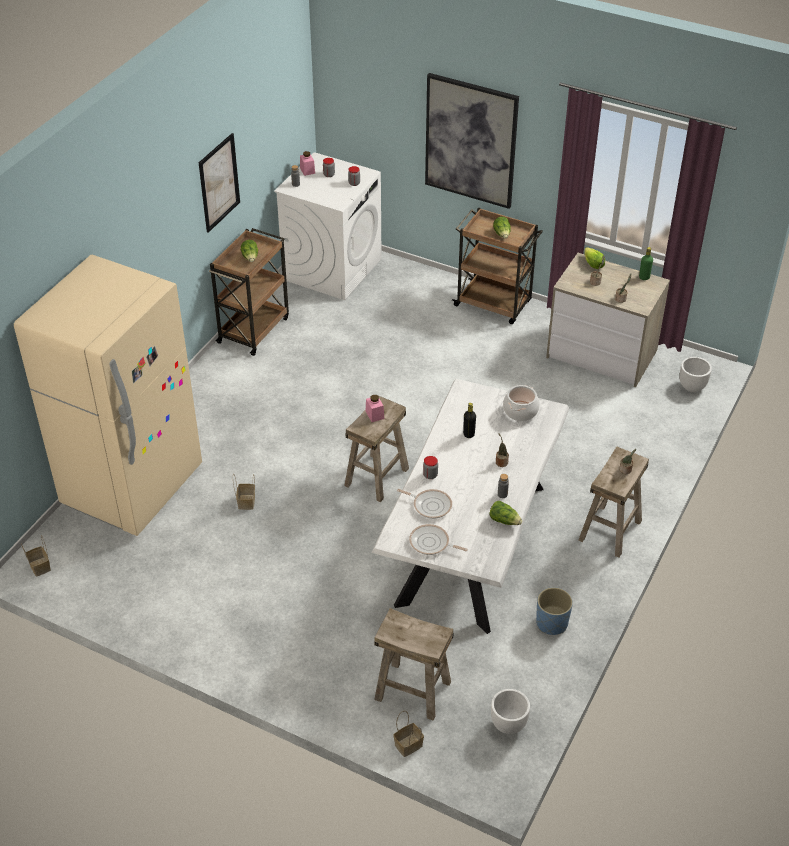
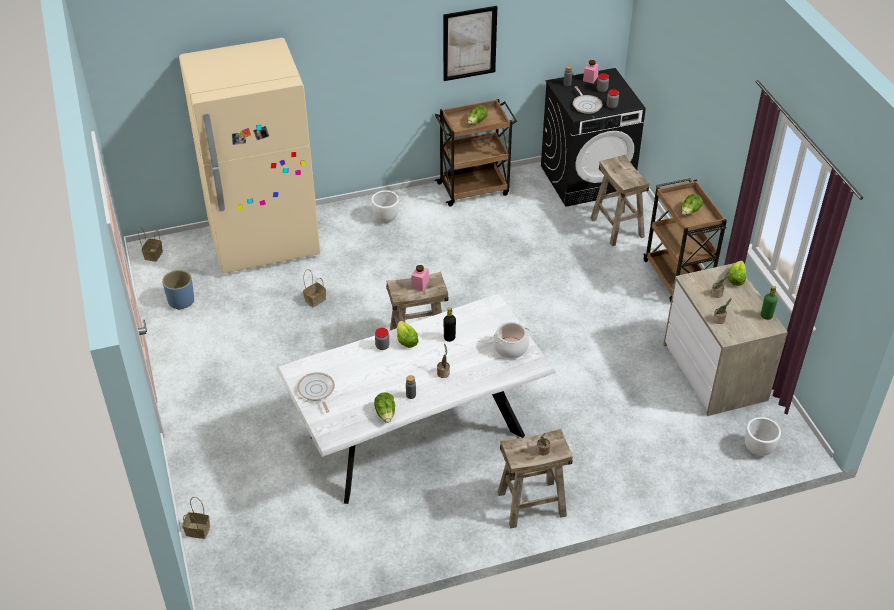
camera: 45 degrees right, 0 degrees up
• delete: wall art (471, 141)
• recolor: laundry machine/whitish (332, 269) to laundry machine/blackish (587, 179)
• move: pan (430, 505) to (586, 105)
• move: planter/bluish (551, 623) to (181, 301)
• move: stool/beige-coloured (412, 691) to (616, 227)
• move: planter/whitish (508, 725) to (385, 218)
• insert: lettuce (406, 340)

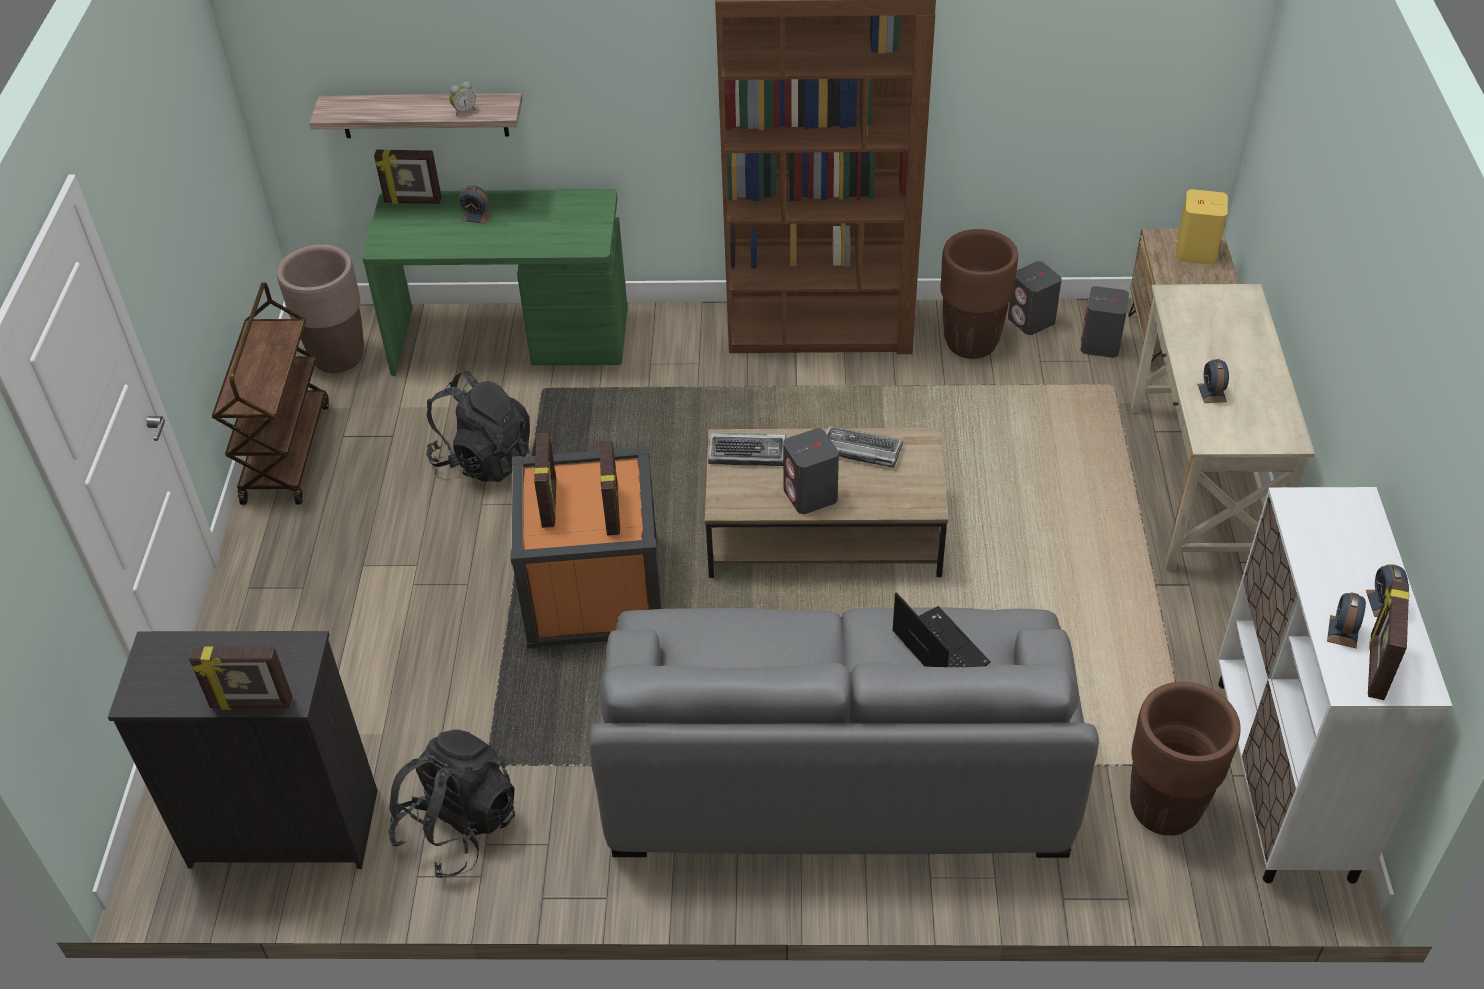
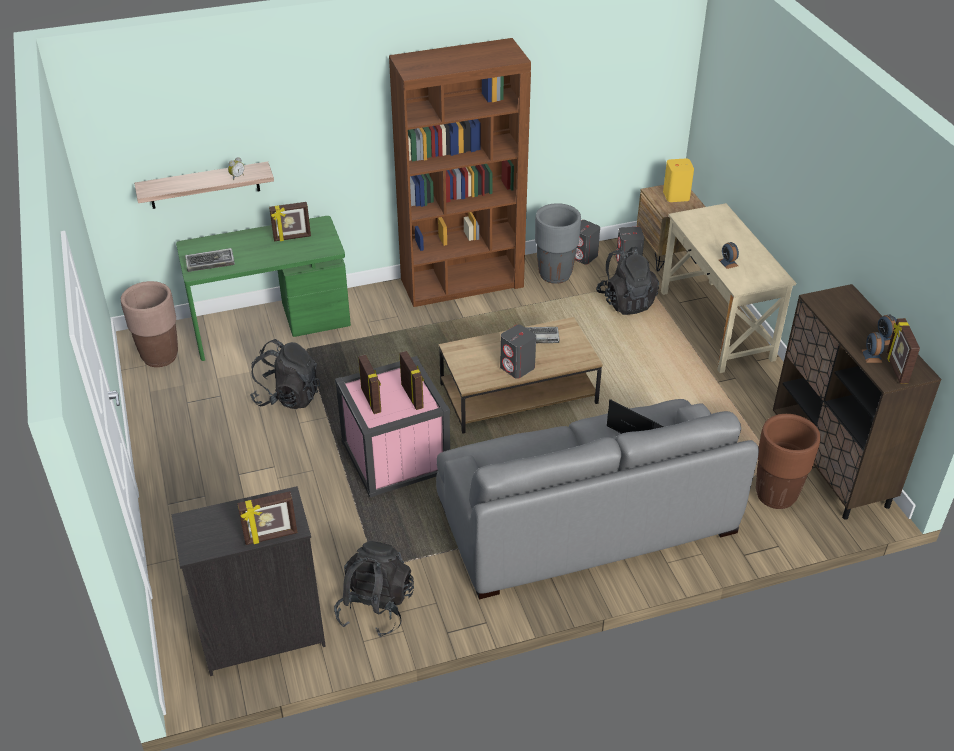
camera: 20 degrees left, 5 degrees down
• move: photo frame (413, 201) to (292, 238)
• delete: bedside clock (476, 216)
• recolor: planter/brownish (971, 343) to planter/greyish (555, 275)
• delete: cart/brownish (285, 452)
• move: keyboard (748, 453) to (211, 262)
• recolor: storage bin/orangey (593, 591) to storage bin/pinkish (395, 456)
• recolor: cupboard/whitish (1284, 778) to cupboard/brownish (830, 465)
• insert: backpack/blackish (626, 302)

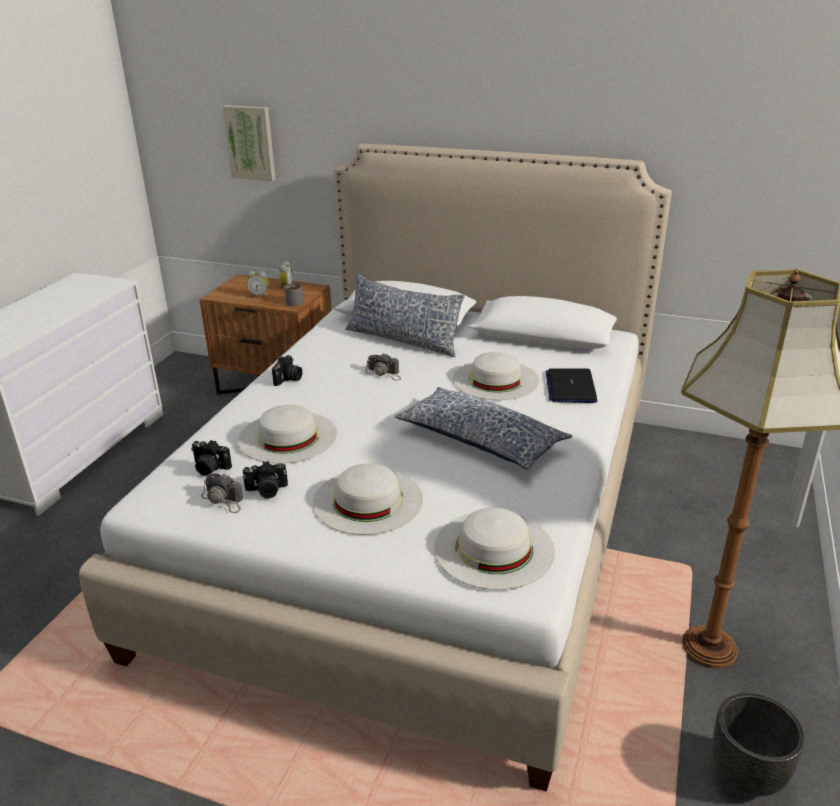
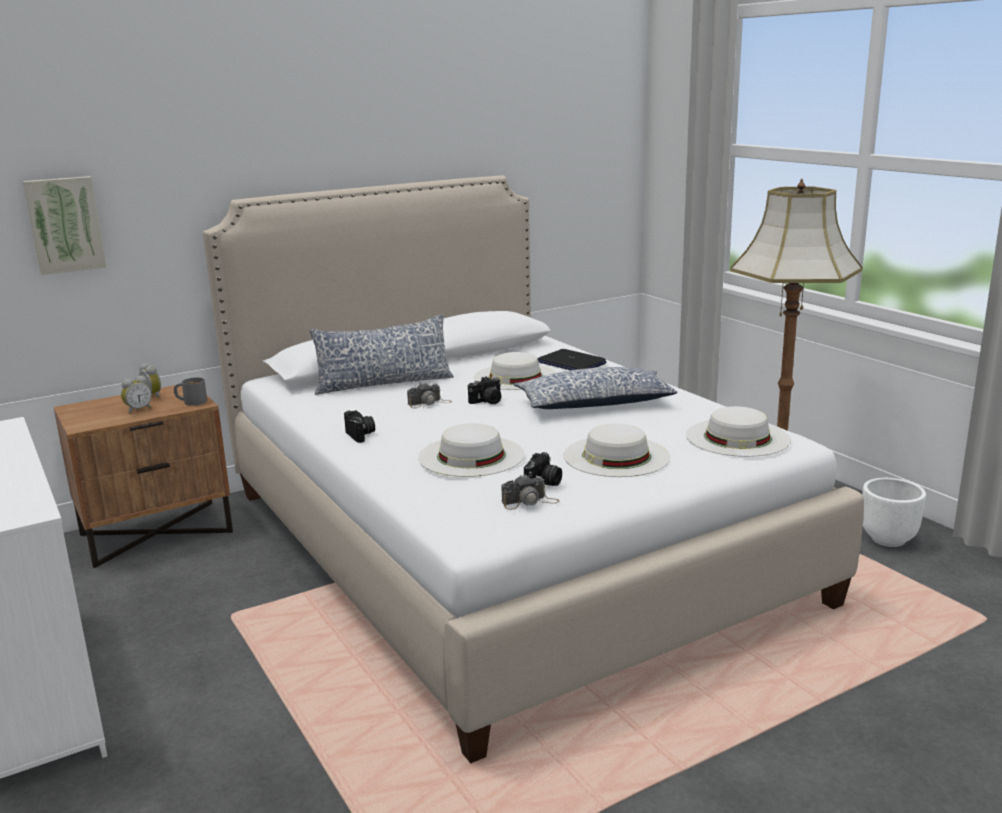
camera: 50 degrees left, 10 degrees down
• move: photo camera (209, 468) to (487, 402)
• recolor: planter/blackish (747, 777) to planter/whitish (889, 540)

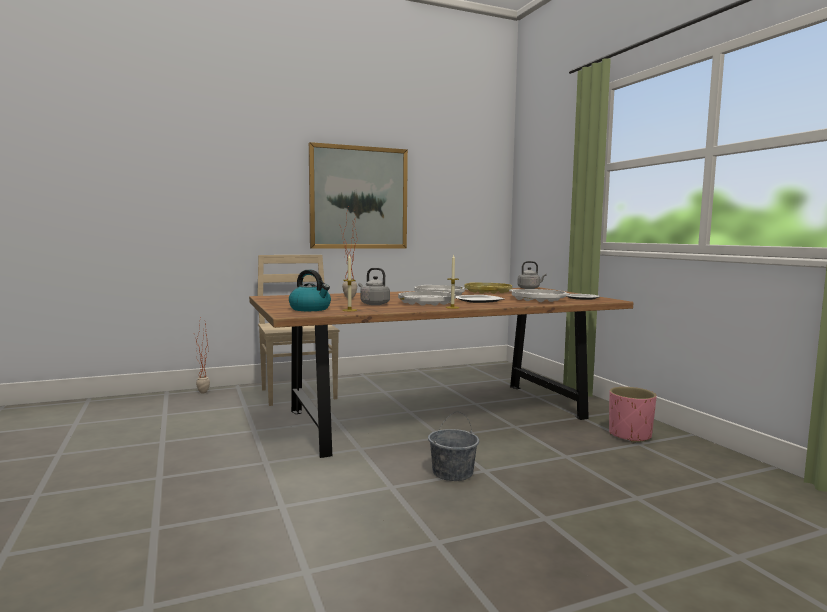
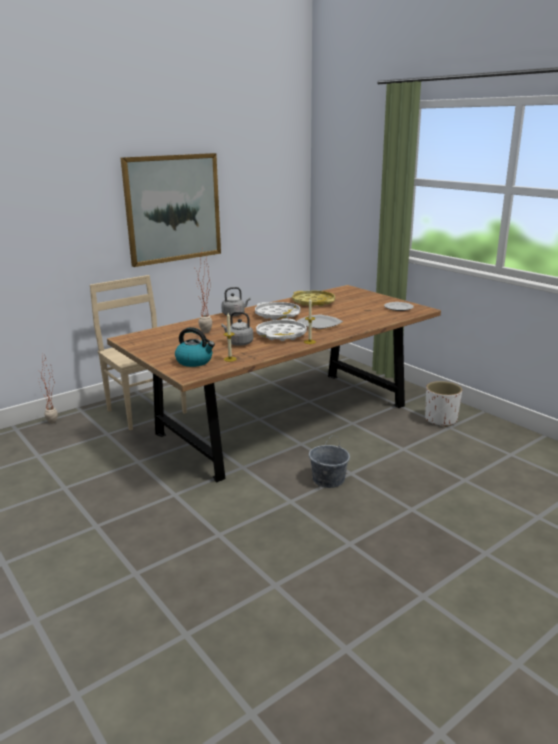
camera: 15 degrees left, 15 degrees up
• move: kettle/greyish (529, 288) to (234, 314)
• delete: serving tray/whitish (538, 299)
• recolor: planter/pinkish (630, 435) to planter/whitish (441, 420)

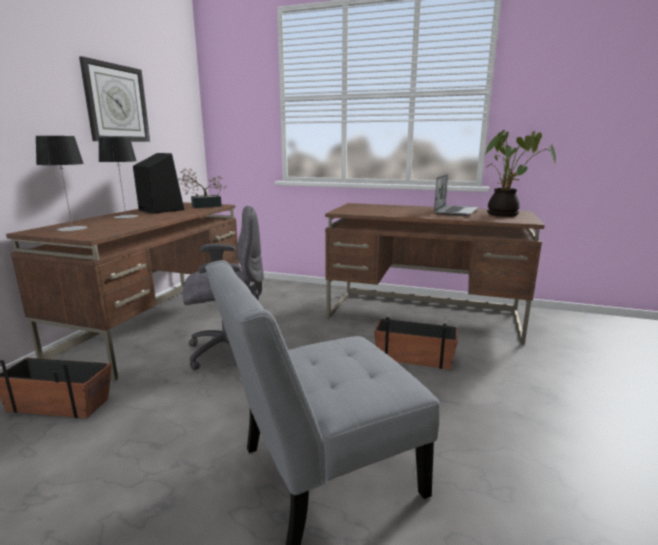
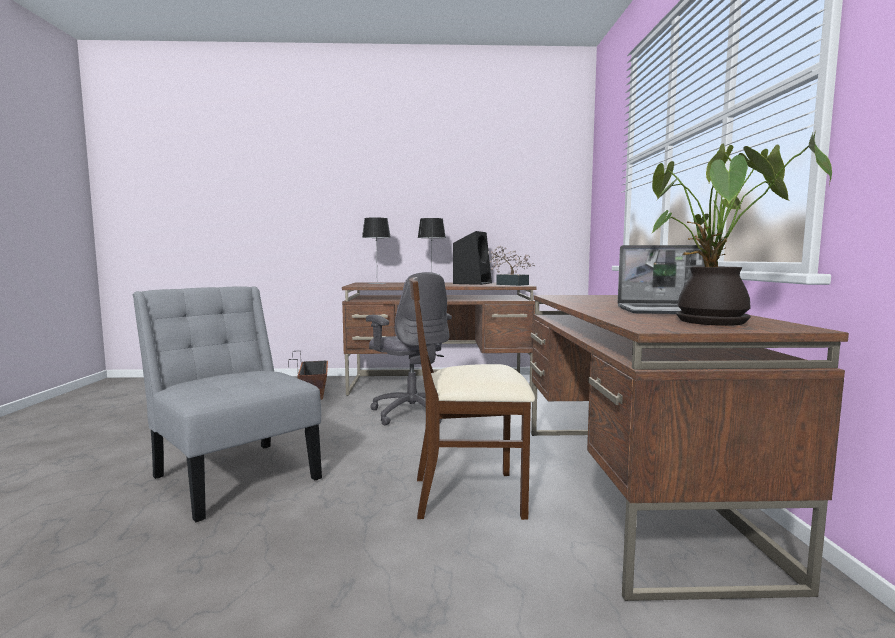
camera: 70 degrees right, 10 degrees down
• delete: clock on the wall (116, 103)
• replace: planter (414, 357) to chair/beige-coloured (470, 495)

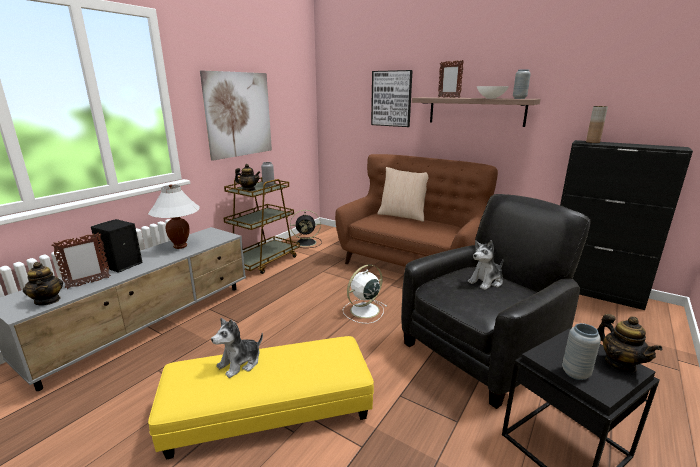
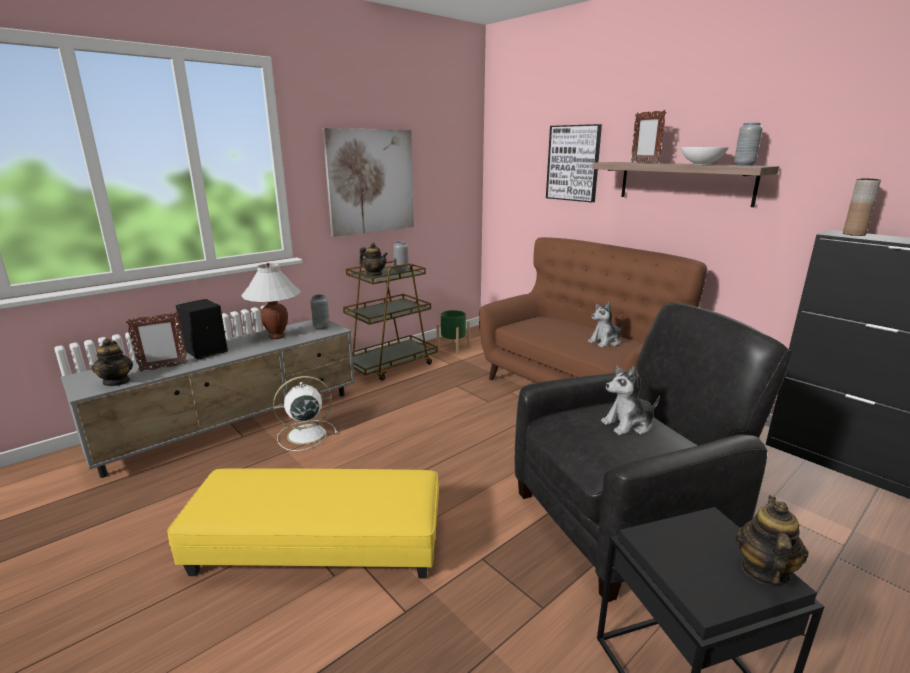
camera: 15 degrees right, 0 degrees up
• delete: pillow/beige-coloured (403, 215)
• replace: fan/blackish (307, 242) to planter/greenish (453, 347)
• move: fan/whitish (363, 311) to (304, 435)
• rotate: tea pot (620, 364) = (763, 571) 150 degrees counterclockwise
• move: plush toy (240, 363) to (605, 342)
• move: flower vase/greyish (575, 373) to (321, 327)

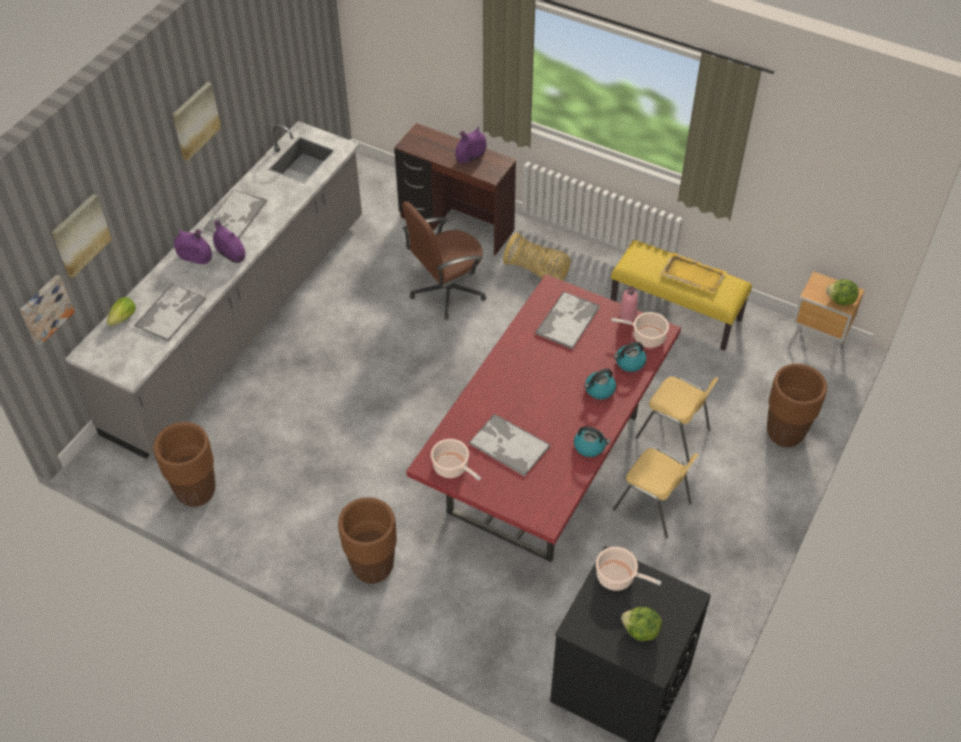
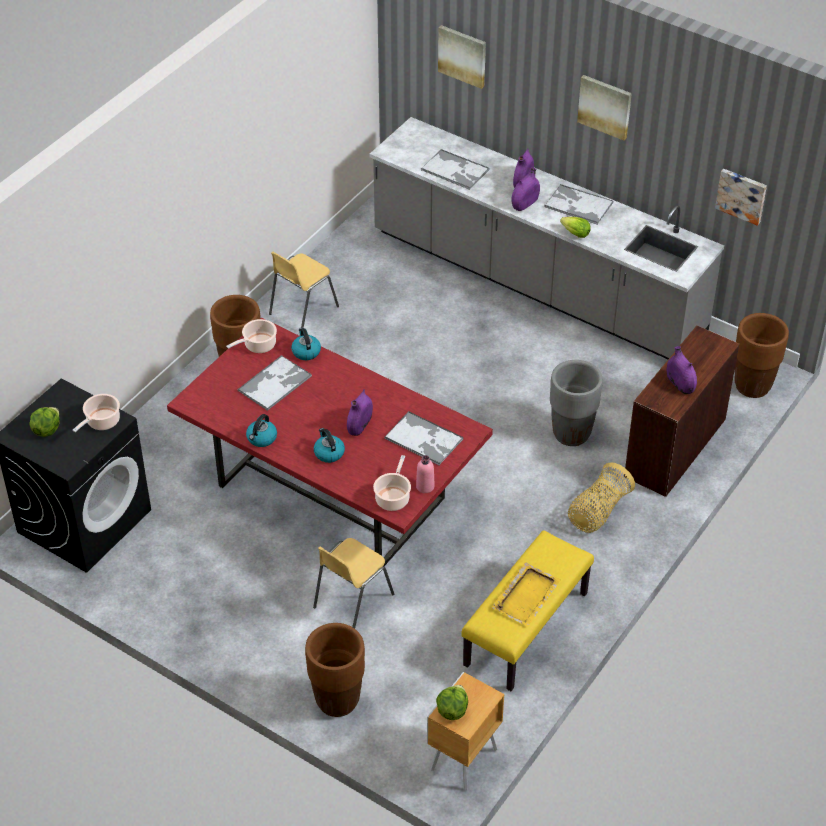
camera: 95 degrees right, 5 degrees down
• replace: office chair/brownish (446, 290) to planter/greyish (571, 434)
• move: wall art (45, 309) to (742, 195)
• move: lettuce (124, 318) to (575, 233)
• move: kettle (629, 363) to (306, 352)
• move: planter/brownish (196, 492) to (752, 386)
• move: chair/yellowish (653, 506) to (302, 310)
• insert: flower vase/purple-coloured (360, 424)

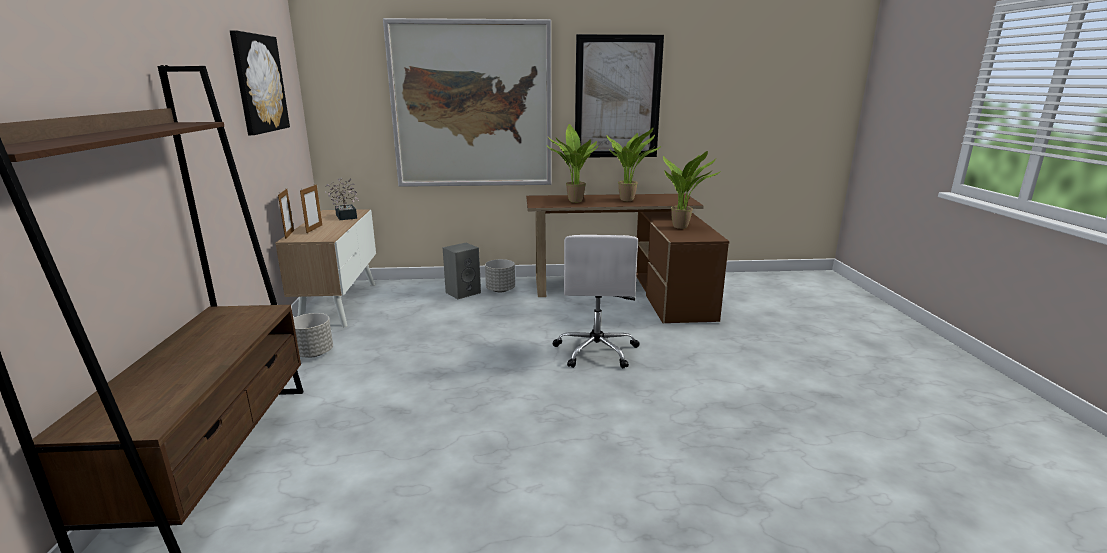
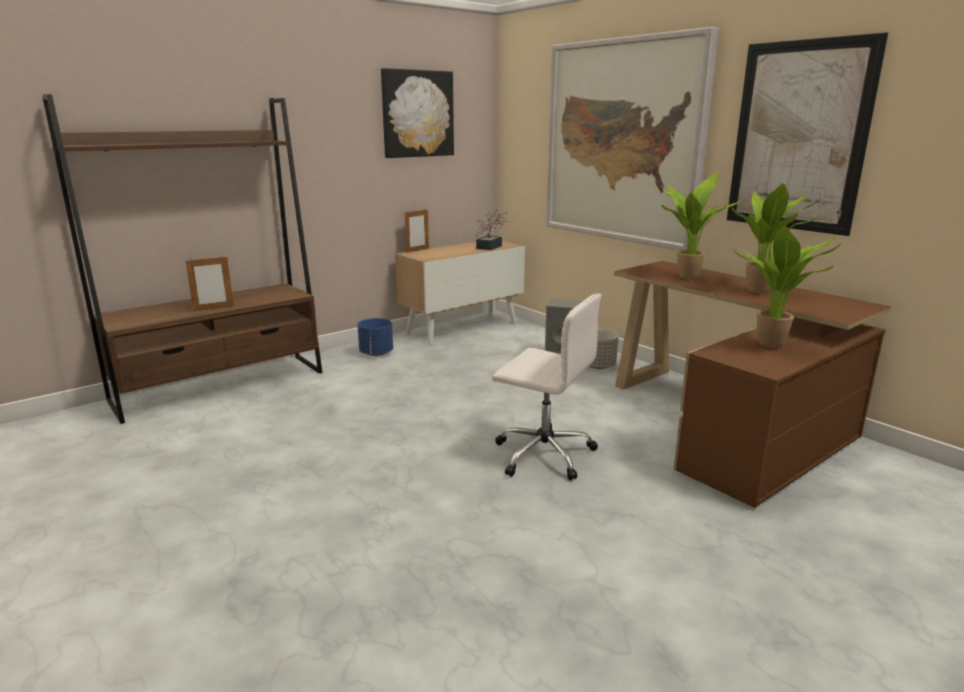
camera: 55 degrees right, 0 degrees up
• move: photo frame (314, 229) to (213, 308)
• rotate: office chair/whitish (596, 351) = (542, 454) 120 degrees counterclockwise
• recolor: planter/greyish (314, 353) to planter/bluish (376, 353)

